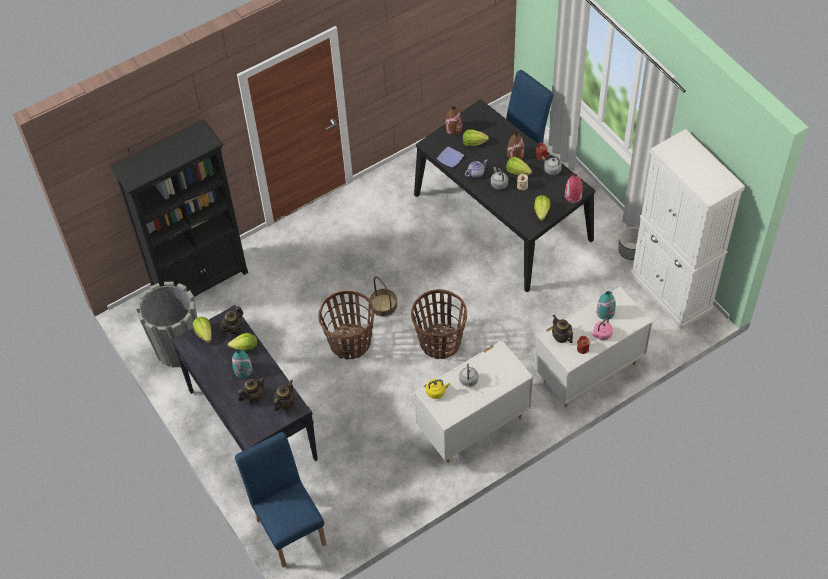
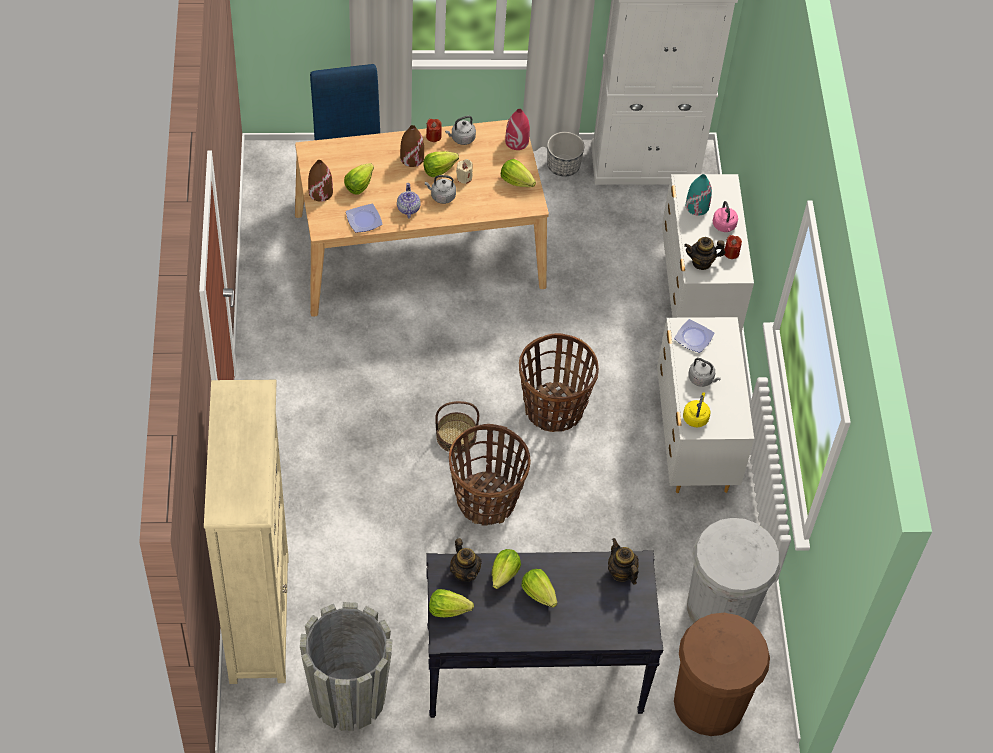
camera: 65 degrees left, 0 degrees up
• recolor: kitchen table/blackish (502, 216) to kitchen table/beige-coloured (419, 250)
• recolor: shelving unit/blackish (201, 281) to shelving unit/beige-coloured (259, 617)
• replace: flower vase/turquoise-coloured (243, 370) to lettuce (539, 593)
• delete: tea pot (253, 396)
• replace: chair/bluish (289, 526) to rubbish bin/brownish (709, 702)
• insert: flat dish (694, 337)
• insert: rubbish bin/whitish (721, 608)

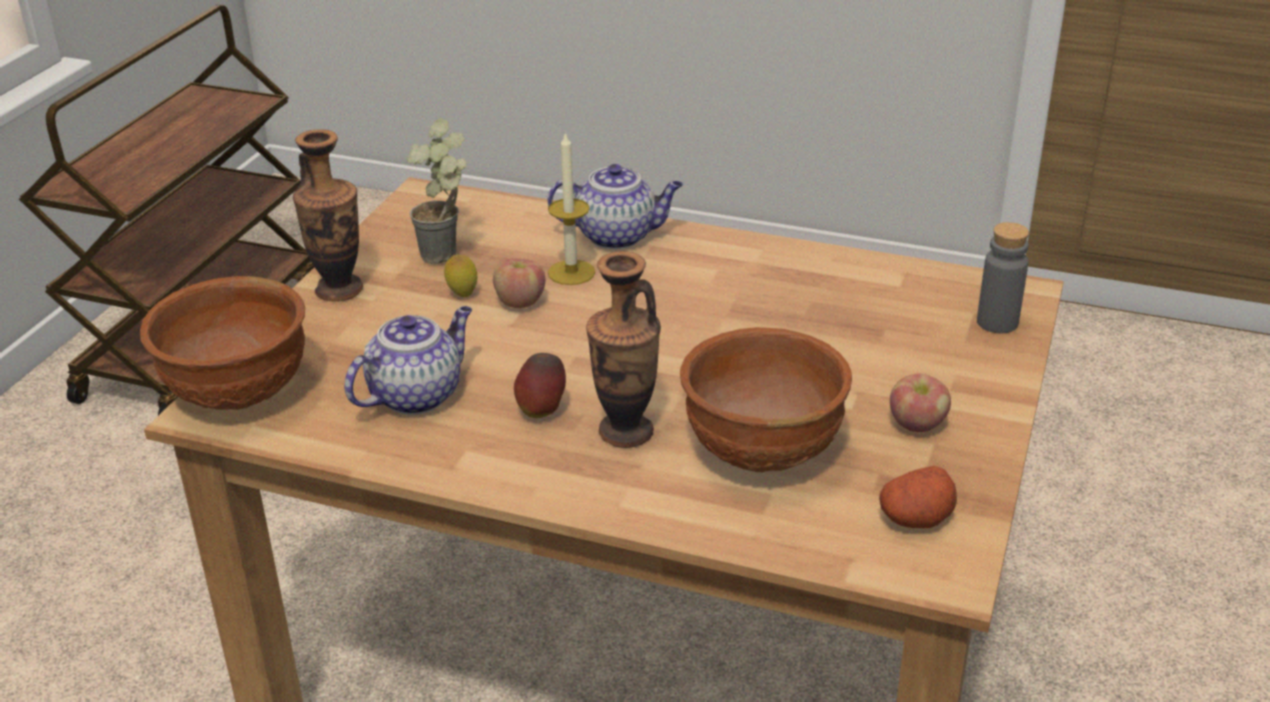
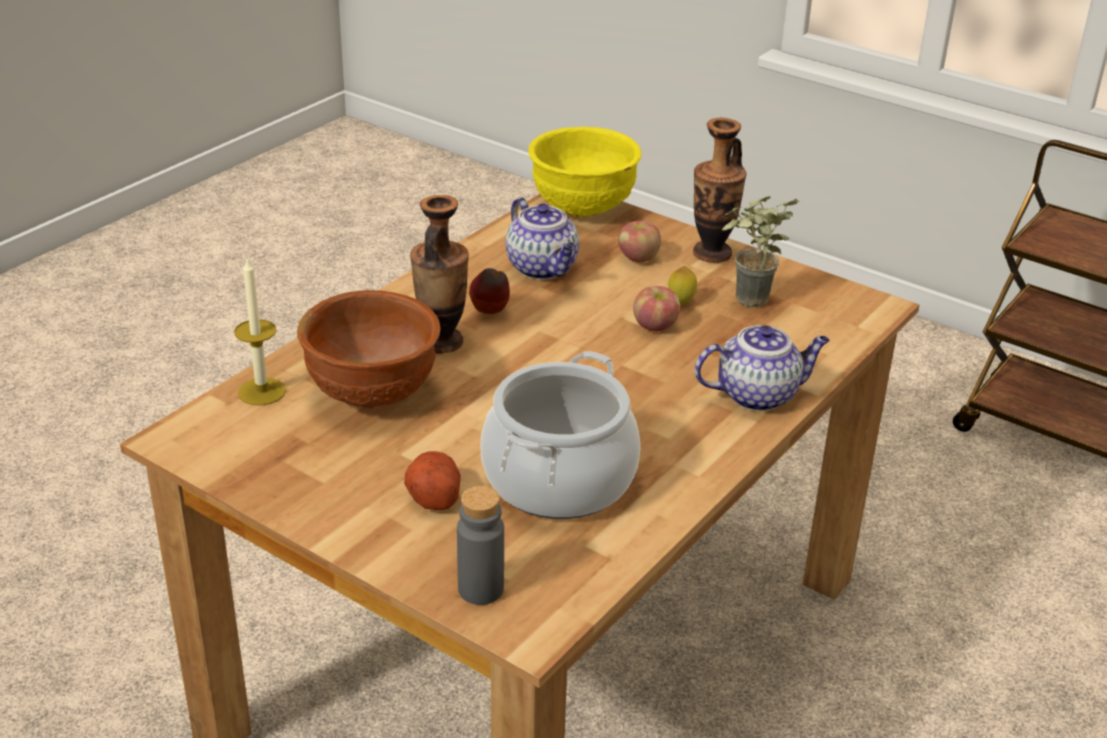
camera: 105 degrees right, 0 degrees up
• move: candle (571, 272) to (262, 391)
• rotate: tea pot (618, 235) = (758, 394) 120 degrees counterclockwise
• recolor: bowl/brownish (237, 395) to bowl/yellowish (582, 208)
• move: apple fruit (917, 425) to (638, 258)
• move: potato (916, 518) to (433, 496)
• insert: cooking pot (558, 479)

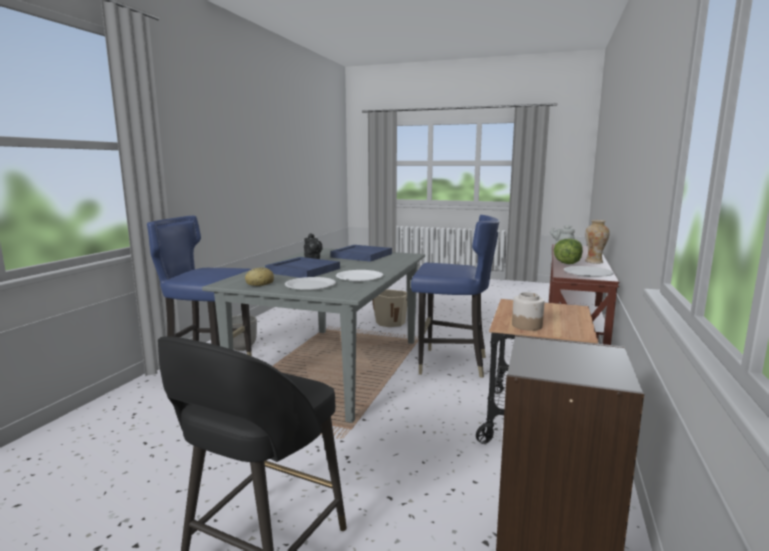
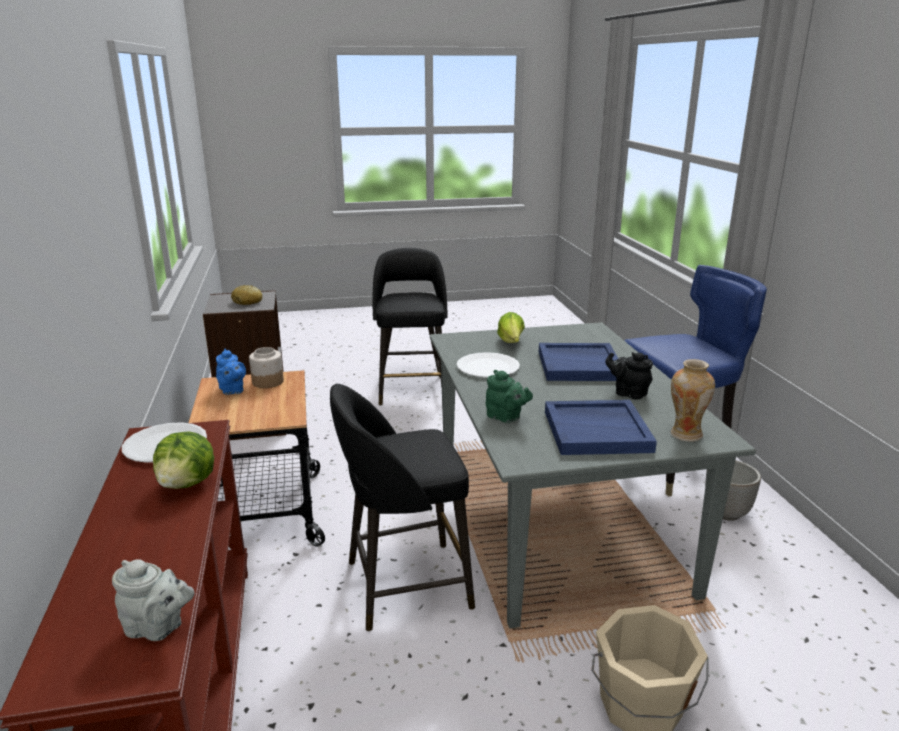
camera: 150 degrees right, 10 degrees up
• replace: chair/bluish (451, 364) to stool/blackish (404, 585)
• move: flower vase (594, 262) to (685, 434)
• move: baked bread (260, 283) to (247, 302)
• replace: flat dish/whitish (310, 285) to lettuce (511, 343)
• insert: tea pot/bluish (232, 390)
• insert: tea pot/greenish (506, 417)

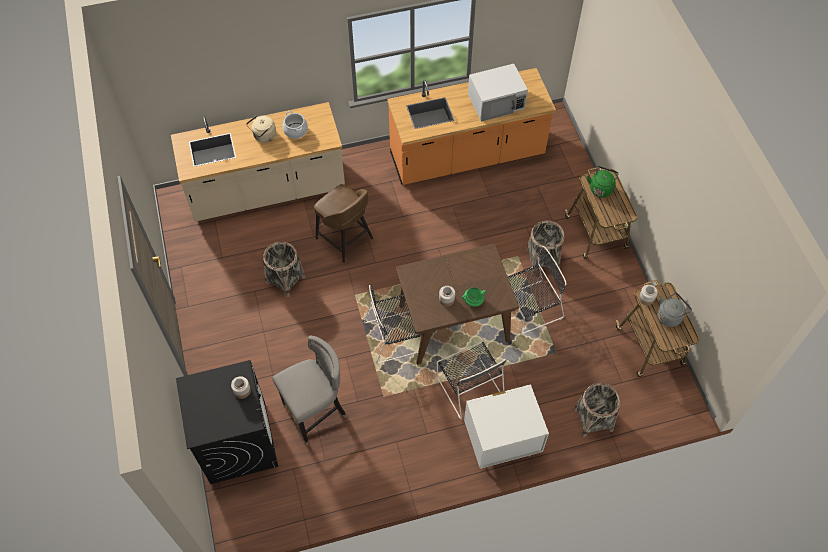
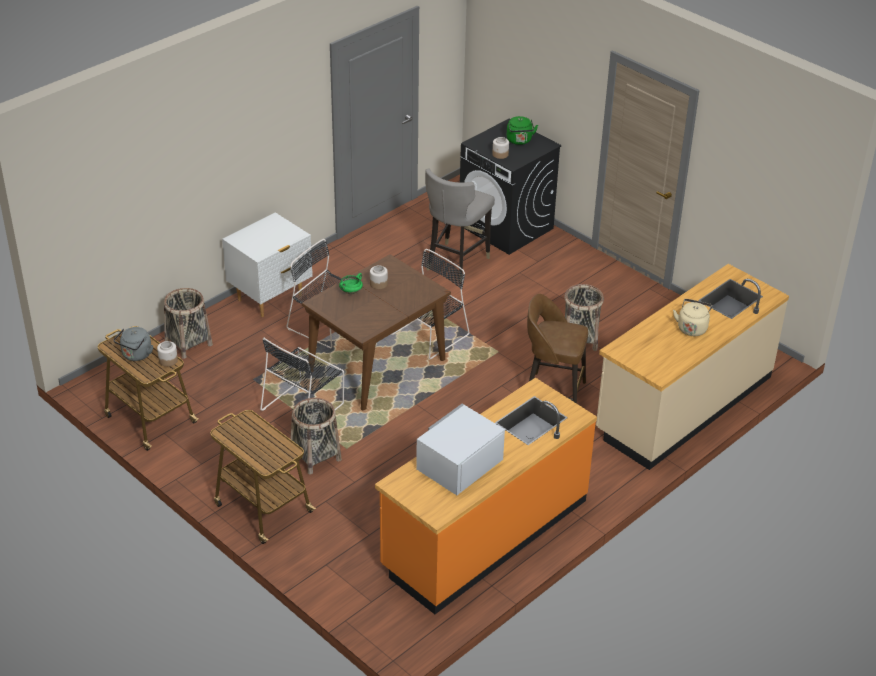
camera: 150 degrees right, 20 degrees down
• delete: cooking pot (295, 131)
• move: kettle/greenish (601, 188) to (519, 141)

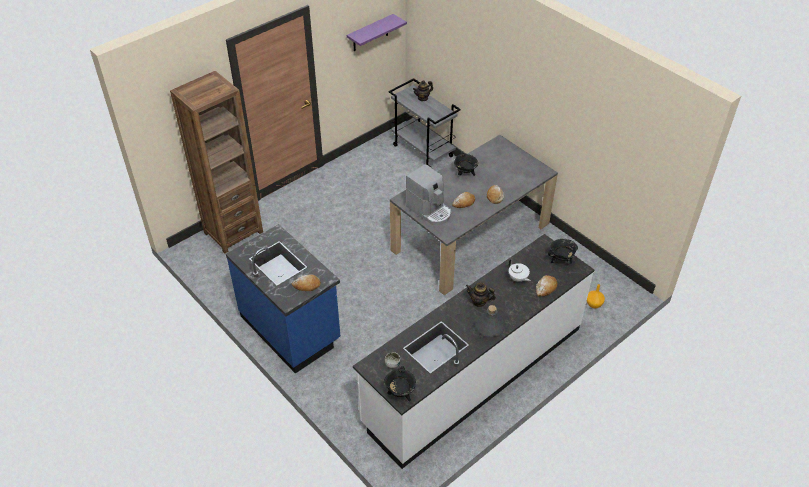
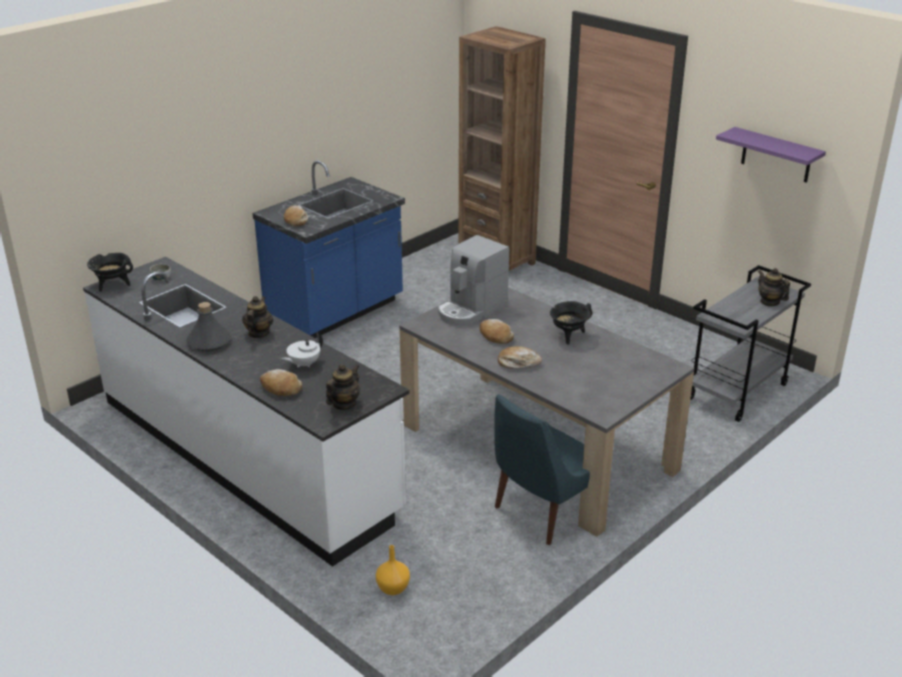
camera: 85 degrees right, 15 degrees down
• replace: cooking pot/blackish (561, 260) to tea pot (343, 404)
• insert: chair/bluish (542, 513)

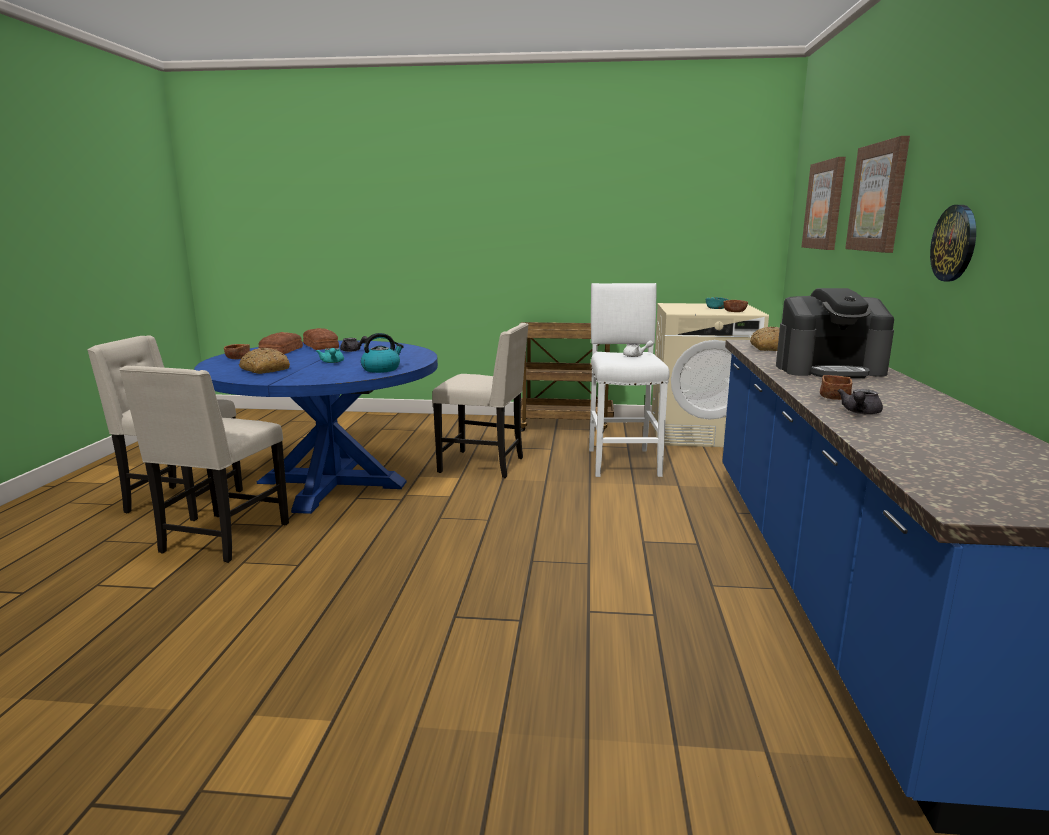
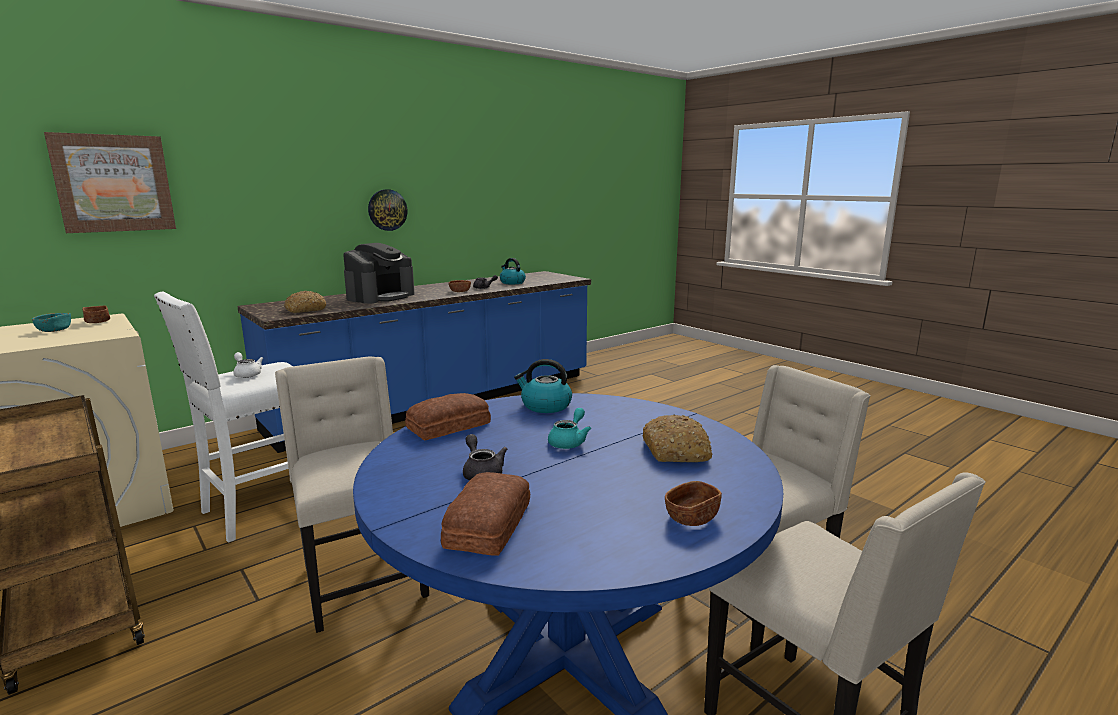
camera: 135 degrees left, 0 degrees up
• delete: wall art (878, 197)
• rotate: coffee maker (829, 369) = (381, 297) 75 degrees clockwise
• move: baked bread (280, 351) to (450, 426)
• insert: kettle (512, 282)

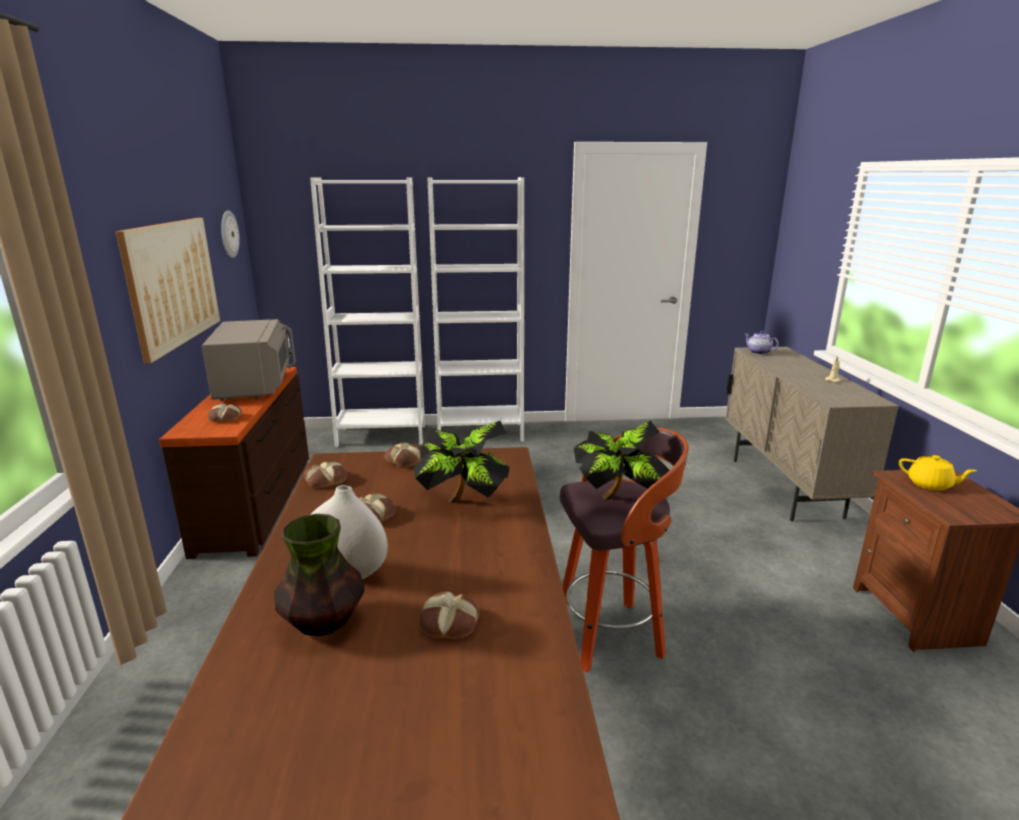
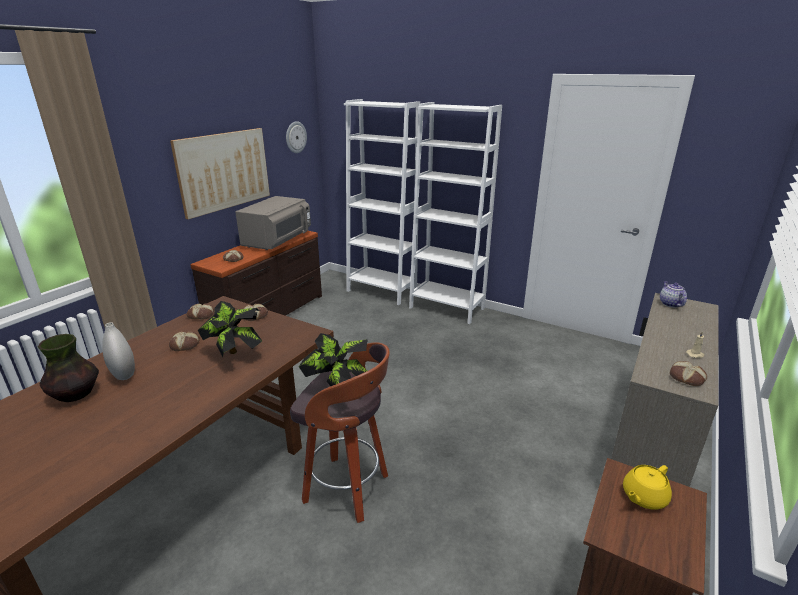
camera: 35 degrees right, 5 degrees up
• rotate: tea pot/yellowish (930, 484) = (643, 497) 75 degrees clockwise
• move: baked bread (448, 623) to (686, 378)

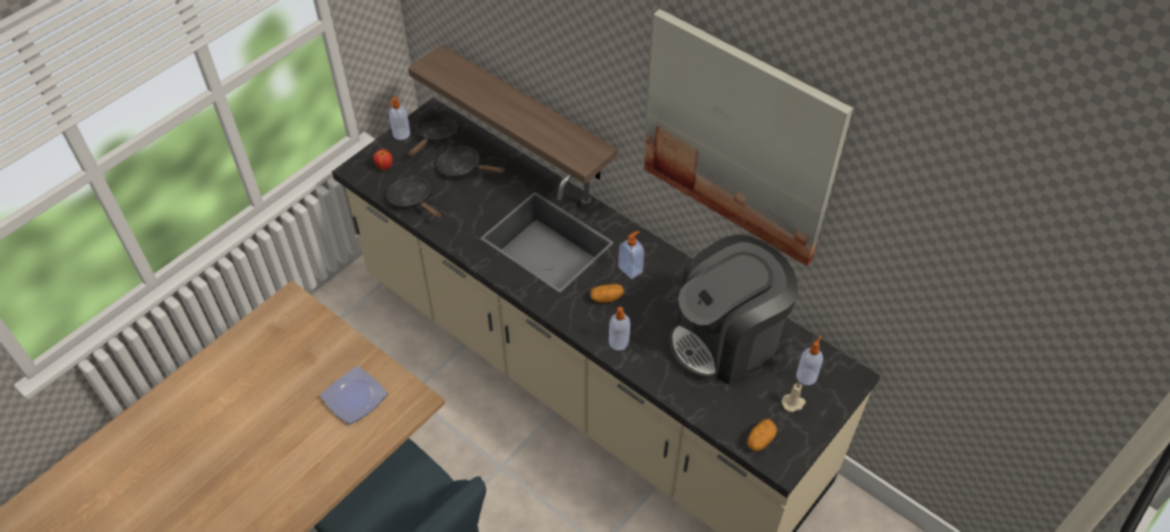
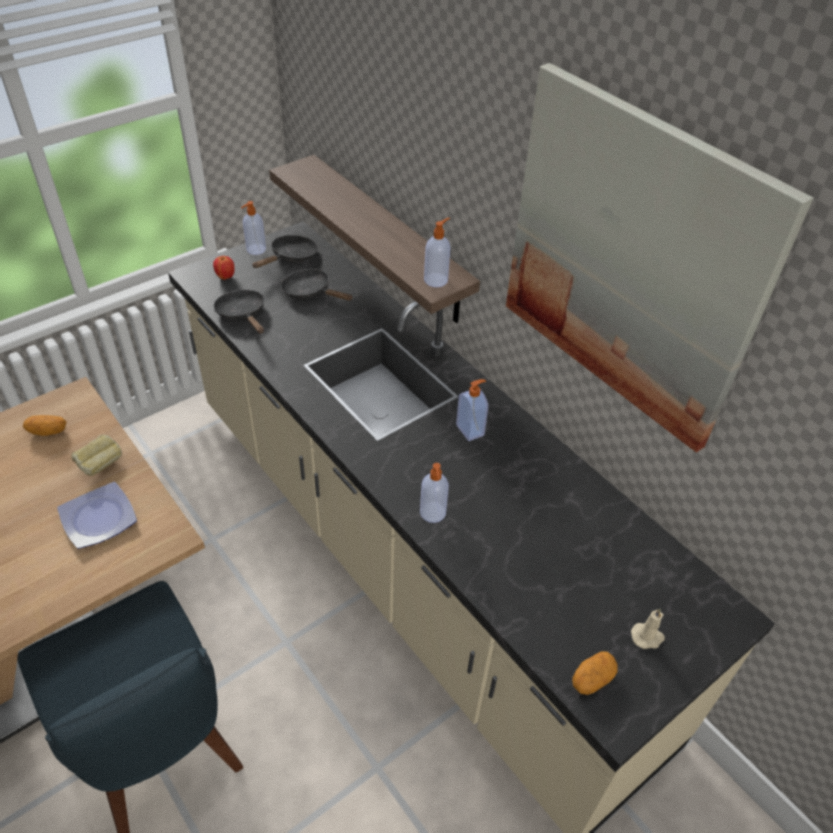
camera: 10 degrees right, 5 degrees down
• delete: coffee maker (726, 339)
• move: potato (606, 298) to (48, 431)
• move: liquid soap bottle (806, 376) to (436, 279)
• insert: baked bread (100, 466)

